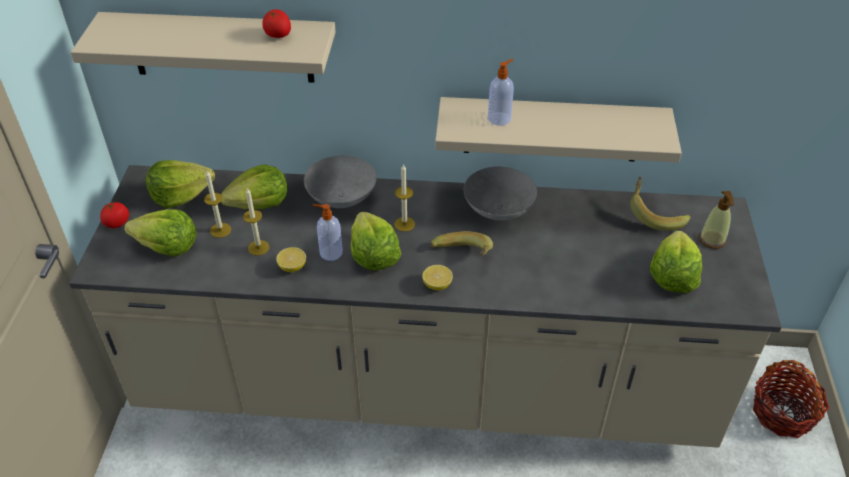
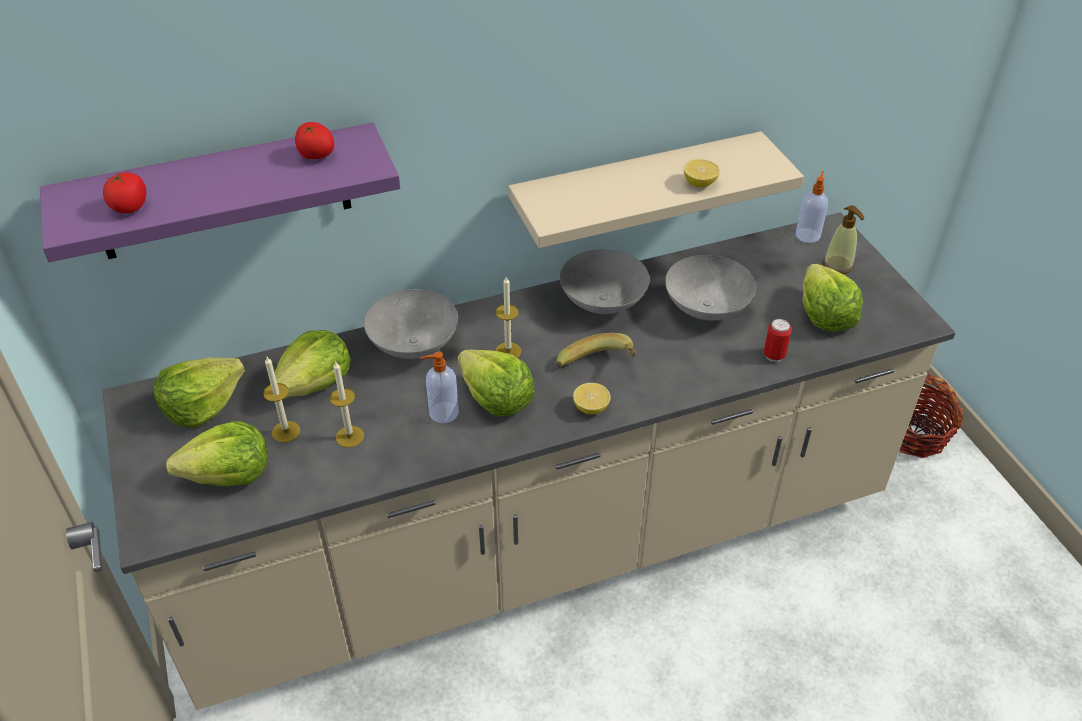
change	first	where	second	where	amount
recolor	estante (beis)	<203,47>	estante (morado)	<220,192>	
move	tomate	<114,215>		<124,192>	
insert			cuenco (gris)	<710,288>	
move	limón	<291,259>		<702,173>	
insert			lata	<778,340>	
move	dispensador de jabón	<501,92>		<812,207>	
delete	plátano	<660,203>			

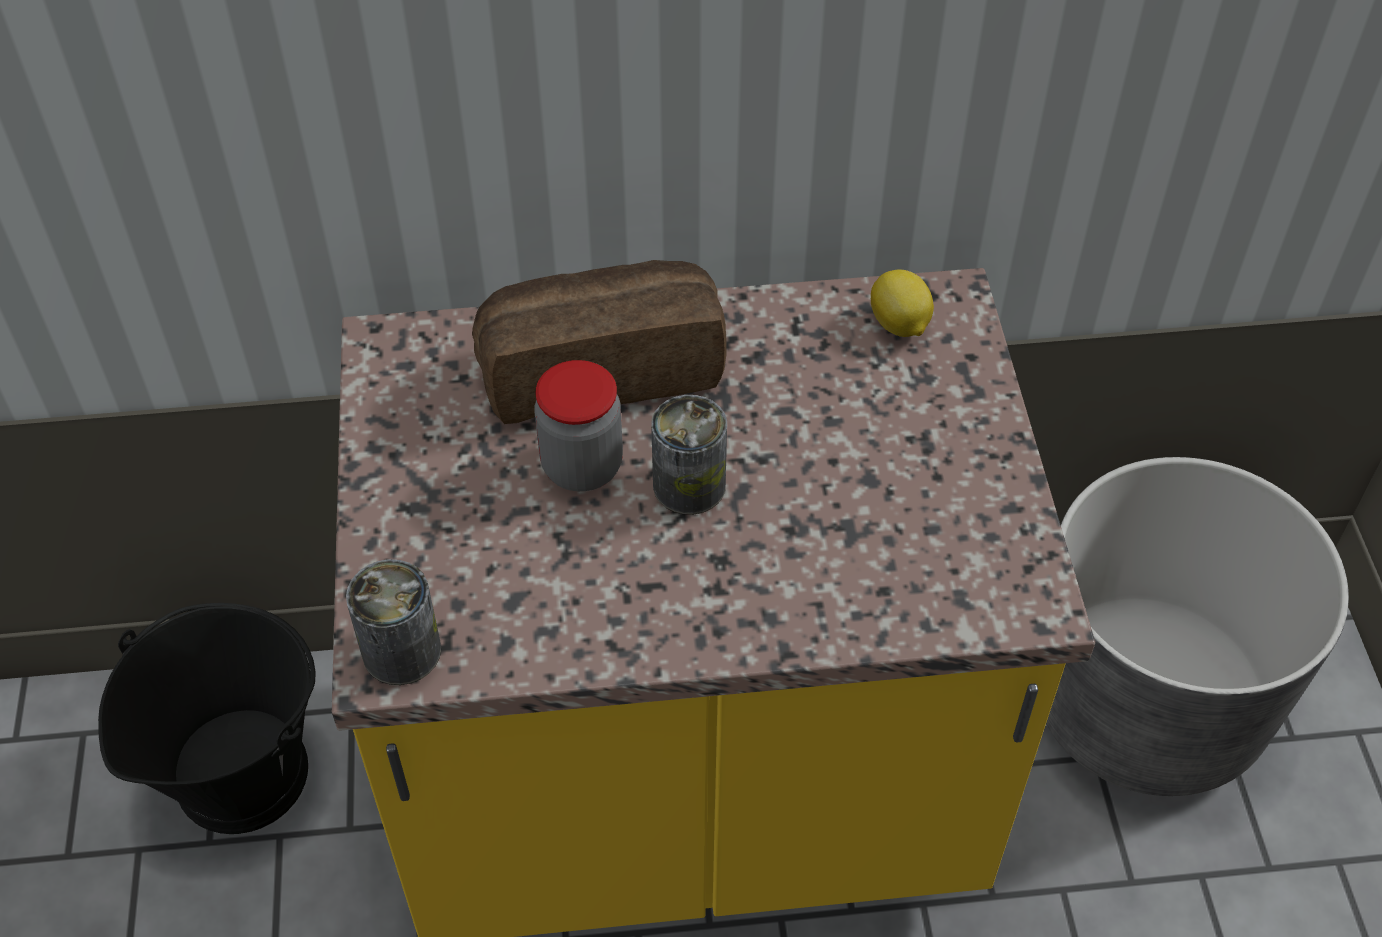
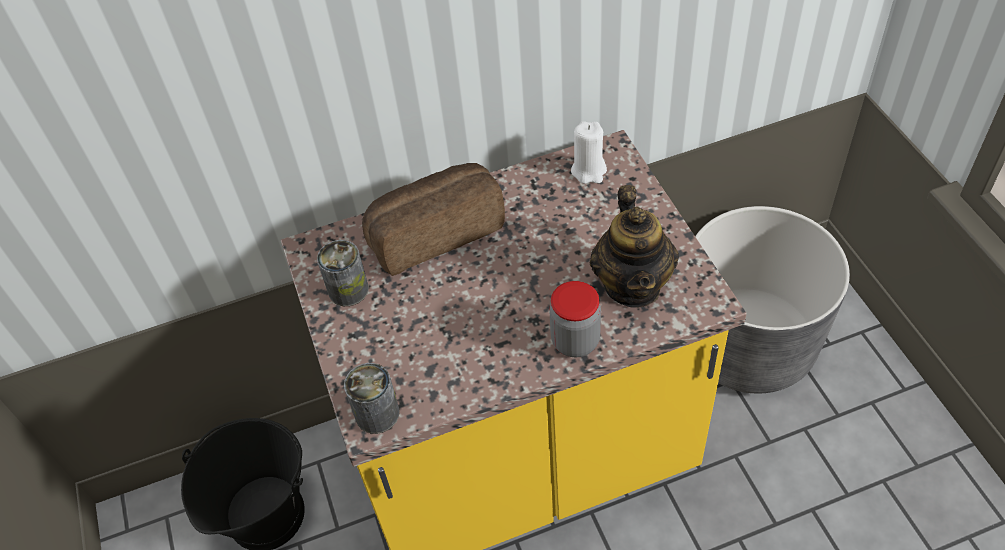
change	first	where	second	where	amount
move	lata	<689,455>		<343,273>	
move	tarro	<578,425>		<575,319>	
replace	limón	<902,303>	vela (blanco)	<589,152>	
insert			tetera	<634,246>	

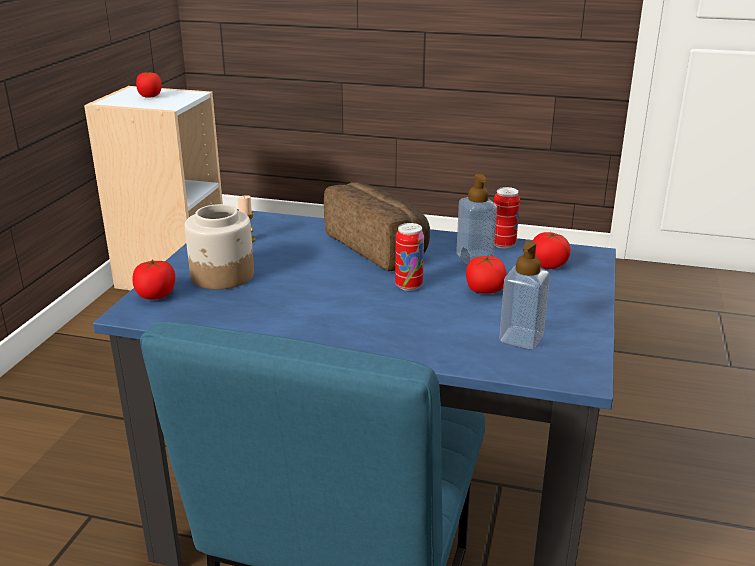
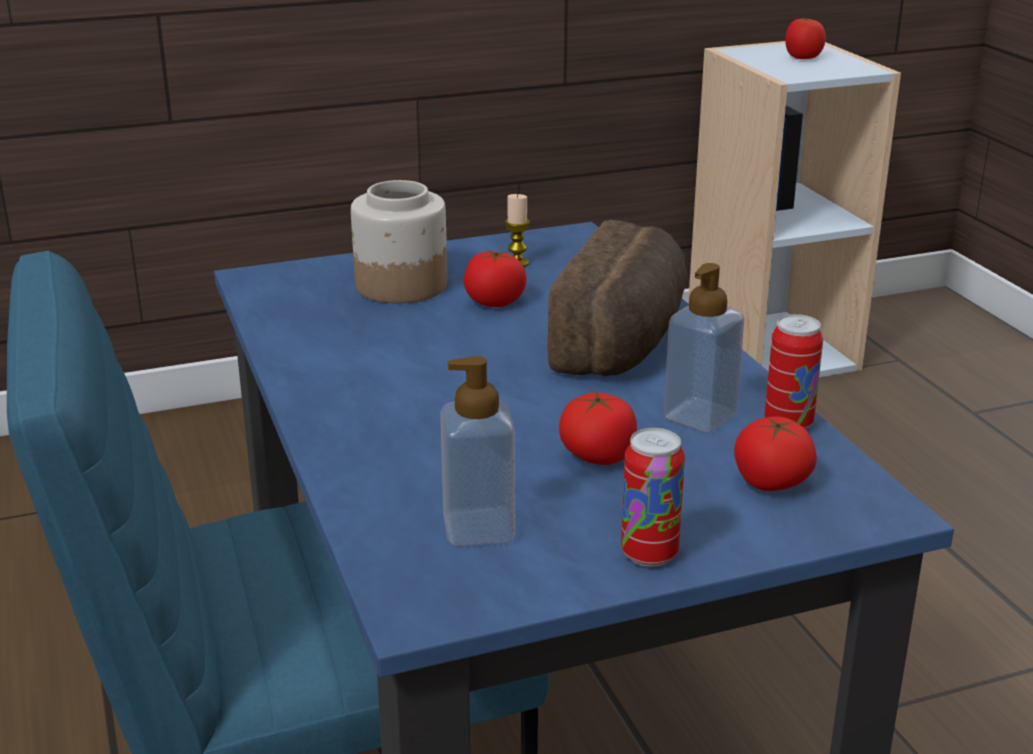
change	first	where	second	where	amount
move	tomate	<153,279>		<495,279>	
move	lata	<409,257>		<653,497>	

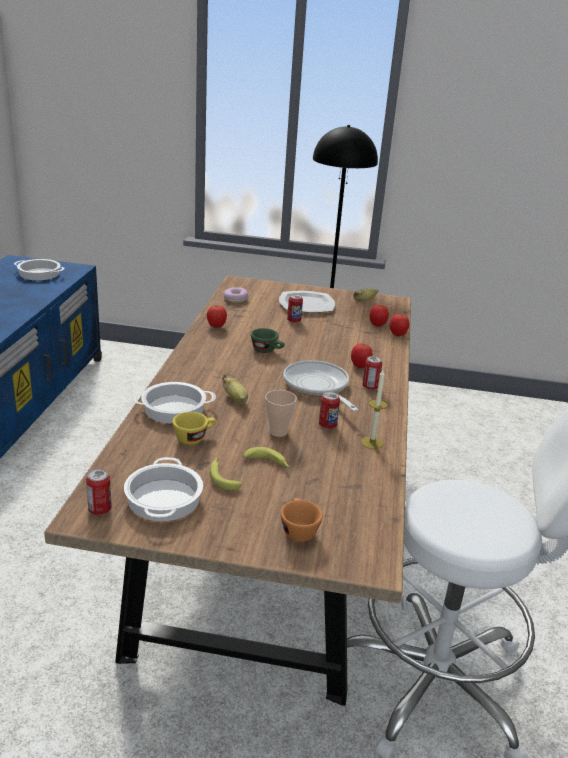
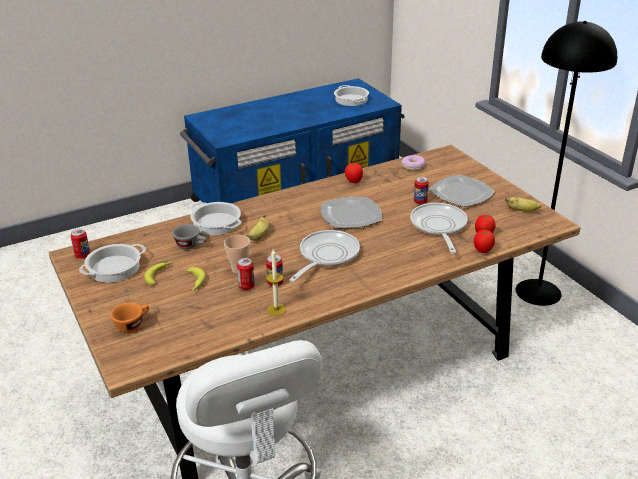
change	first	where	second	where	amount
recolor	taza (amarillo)	<194,428>	taza (gris)	<189,237>	
move	lata	<372,373>		<246,274>	
replace	taza (verde)	<268,340>	plato	<351,212>	
insert			sartén	<439,228>	
delete	tomate	<361,355>			

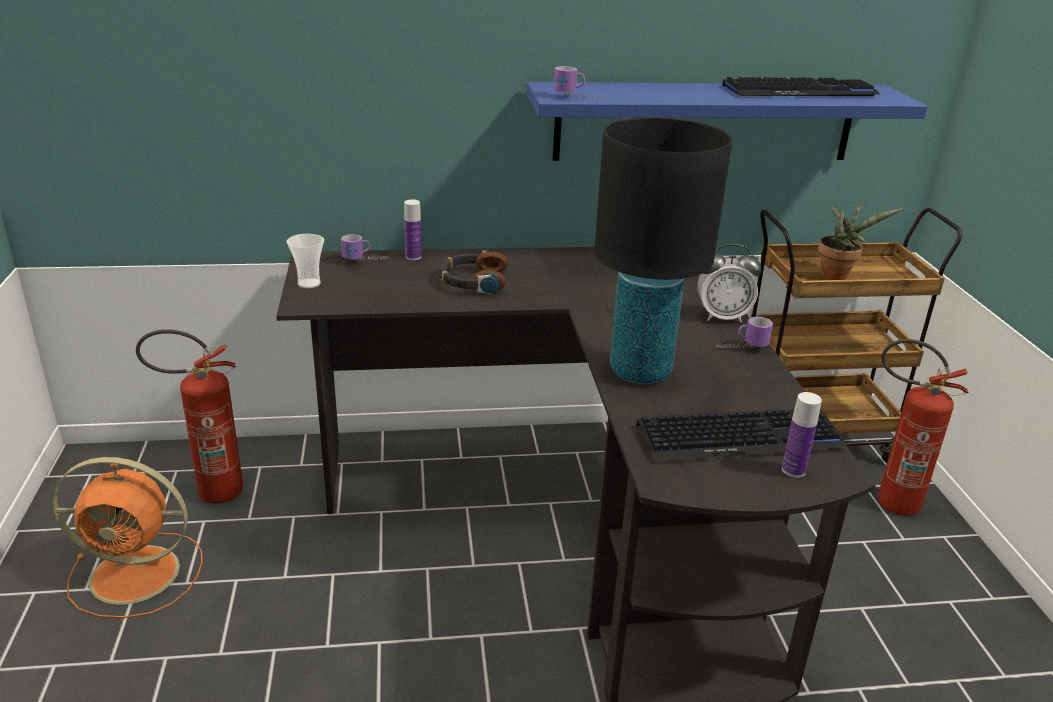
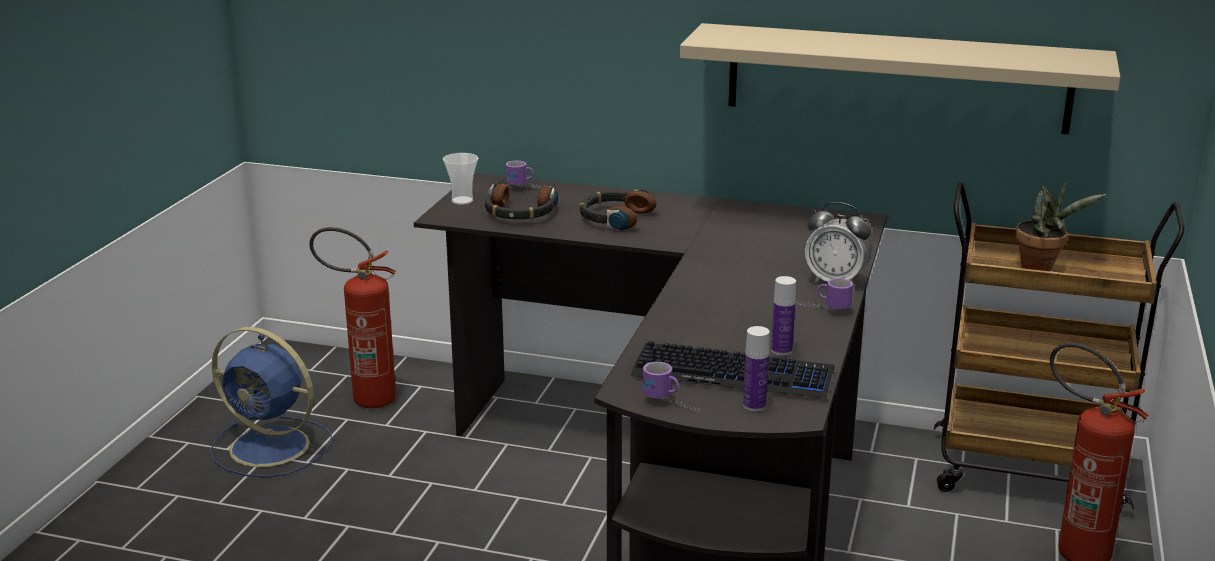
change	first	where	second	where	amount
recolor	ventilador (naranja)	<127,537>	ventilador (azul)	<271,402>	
insert			auriculares	<521,201>	
move	taza grande	<578,82>		<671,387>	
recolor	estante (azul)	<727,121>	estante (beis)	<900,78>	
move	botella	<413,230>		<783,315>	
delete	lámpara de mesa (negro)	<663,250>			
delete	teclado	<801,86>			

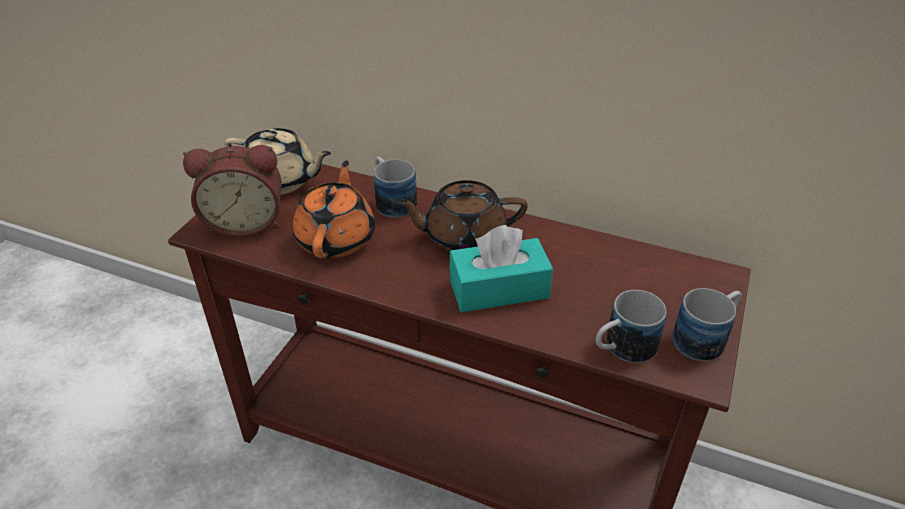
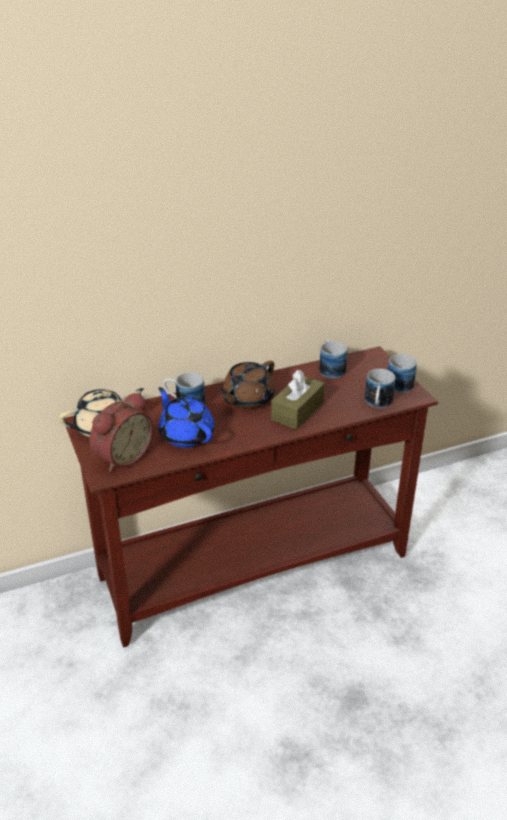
change	first	where	second	where	amount
recolor	tetera (naranja)	<334,209>	tetera (azul)	<186,417>	
recolor	caja de pañuelos (turquesa)	<501,268>	caja de pañuelos (marrón)	<298,400>	
insert			taza grande	<333,358>	

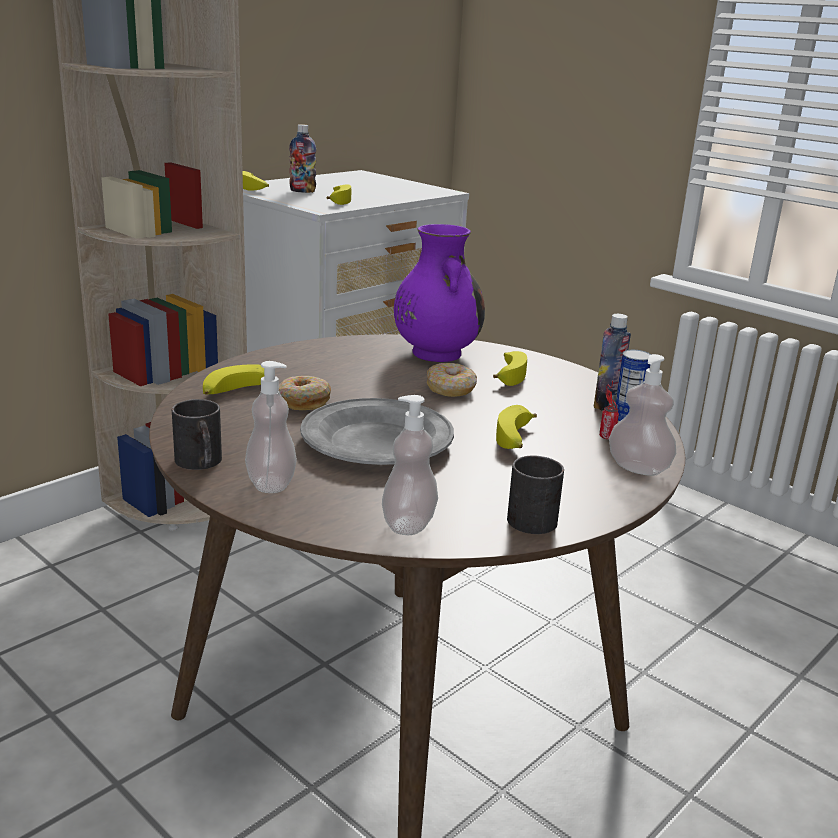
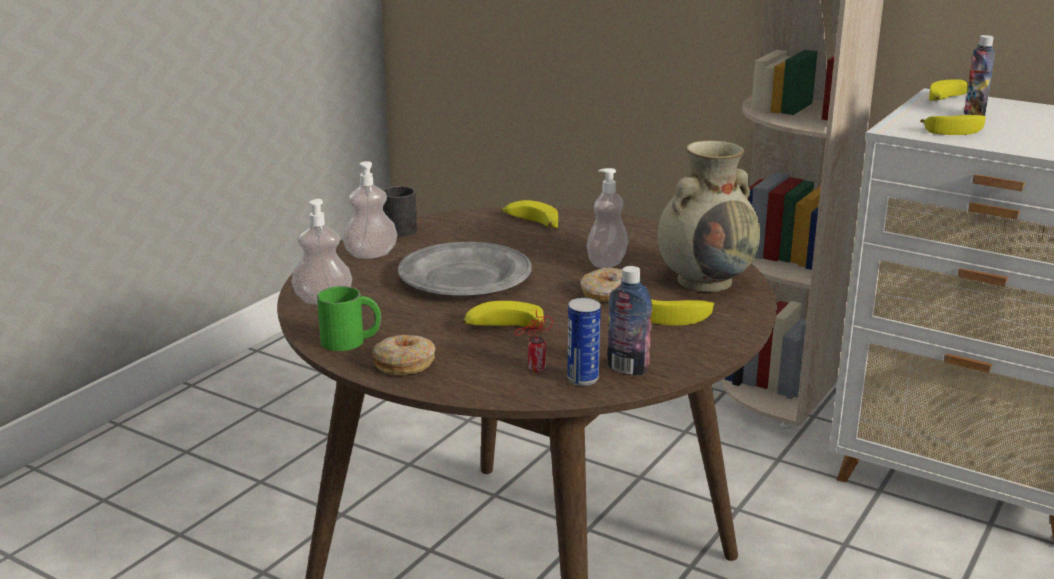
change	first	where	second	where	amount
recolor	taza grande (negro)	<535,495>	taza grande (verde)	<349,318>	
move	rosquilla	<305,393>		<404,355>	
move	dispensador de jabón	<642,415>		<607,218>	
recolor	florero (morado)	<439,293>	florero (beis)	<708,216>	

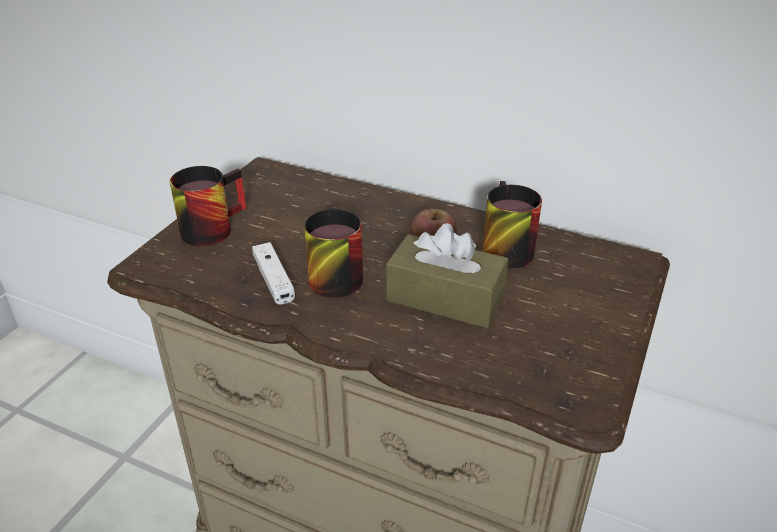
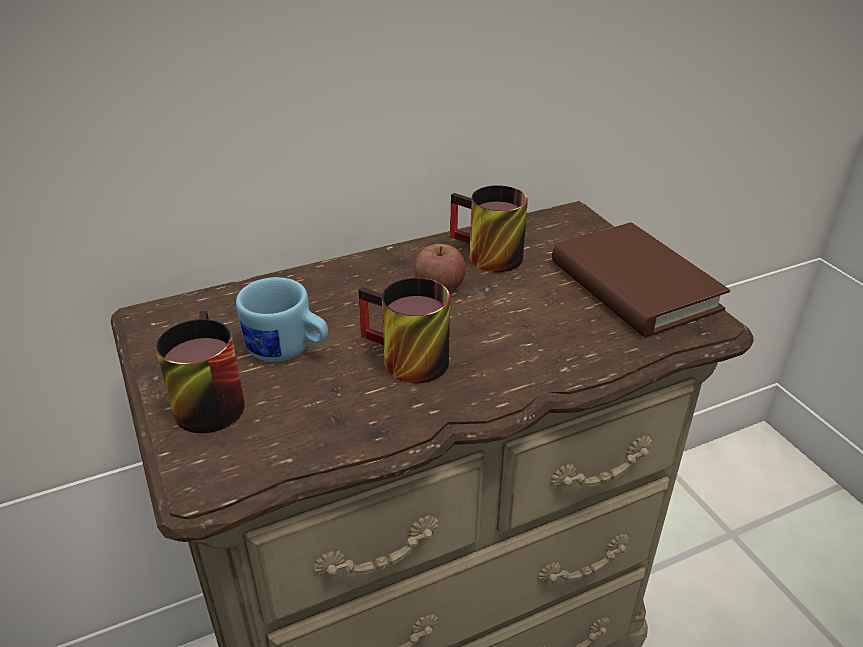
change	first	where	second	where	amount
insert			taza grande (azul)	<282,319>	
insert			libro (marrón)	<641,279>	
delete	mando de consola (blanco)	<273,273>			
delete	caja de pañuelos (marrón)	<447,275>			

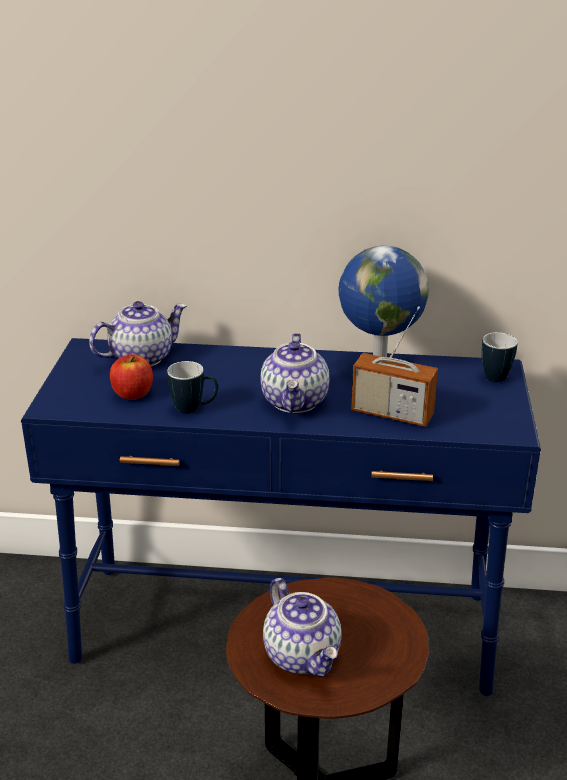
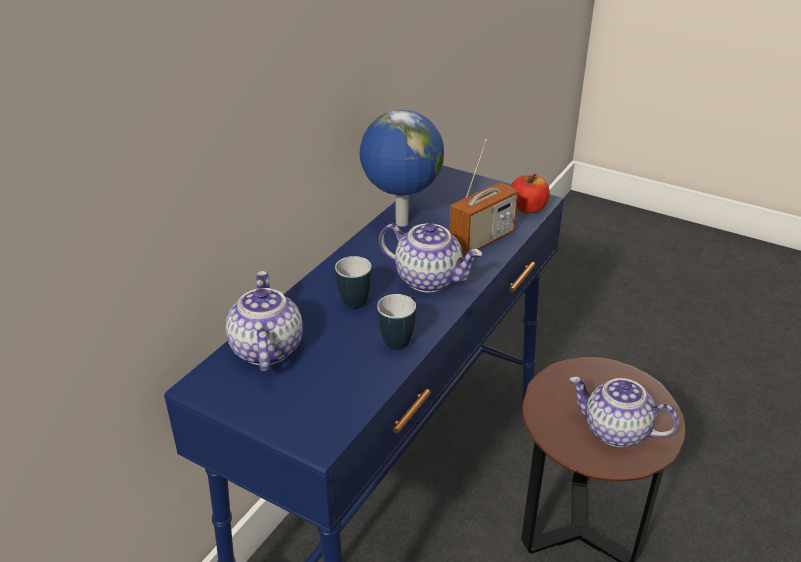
change	first	where	second	where	amount
move	taza grande	<500,357>		<353,282>	
move	manzana	<131,377>		<530,193>	
rotate	tetera	<302,627>		<624,411>	150 degrees counterclockwise

